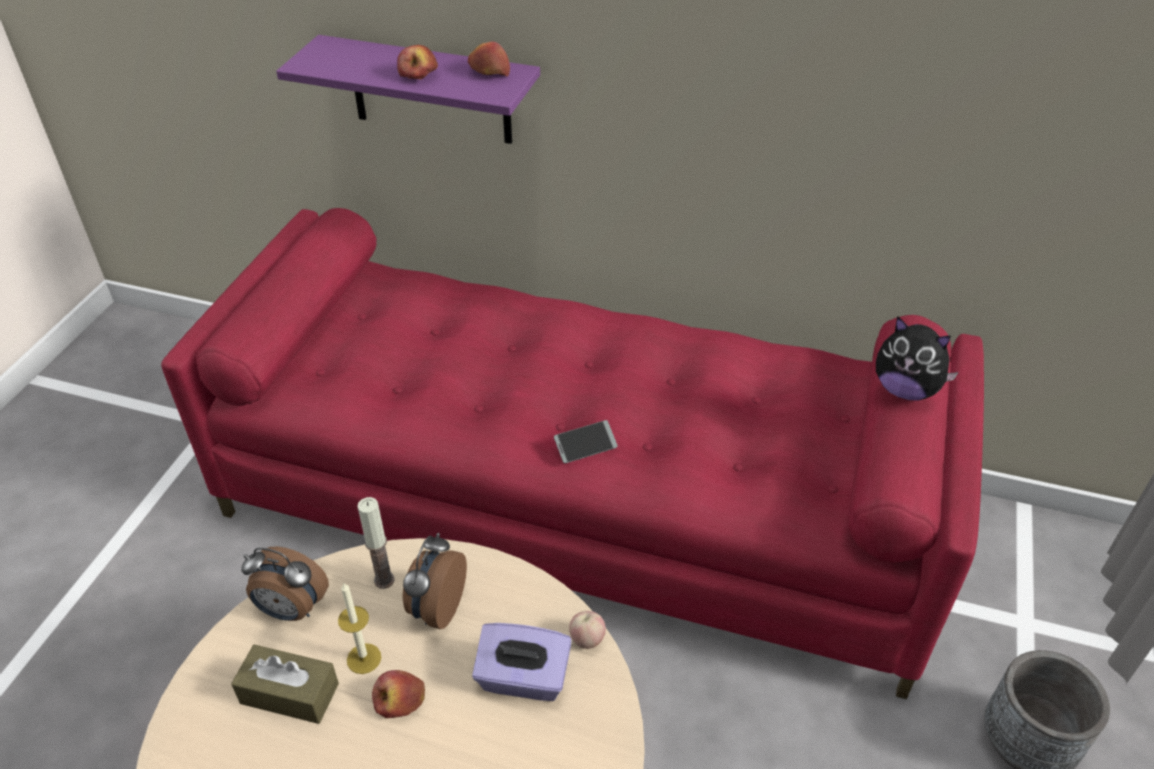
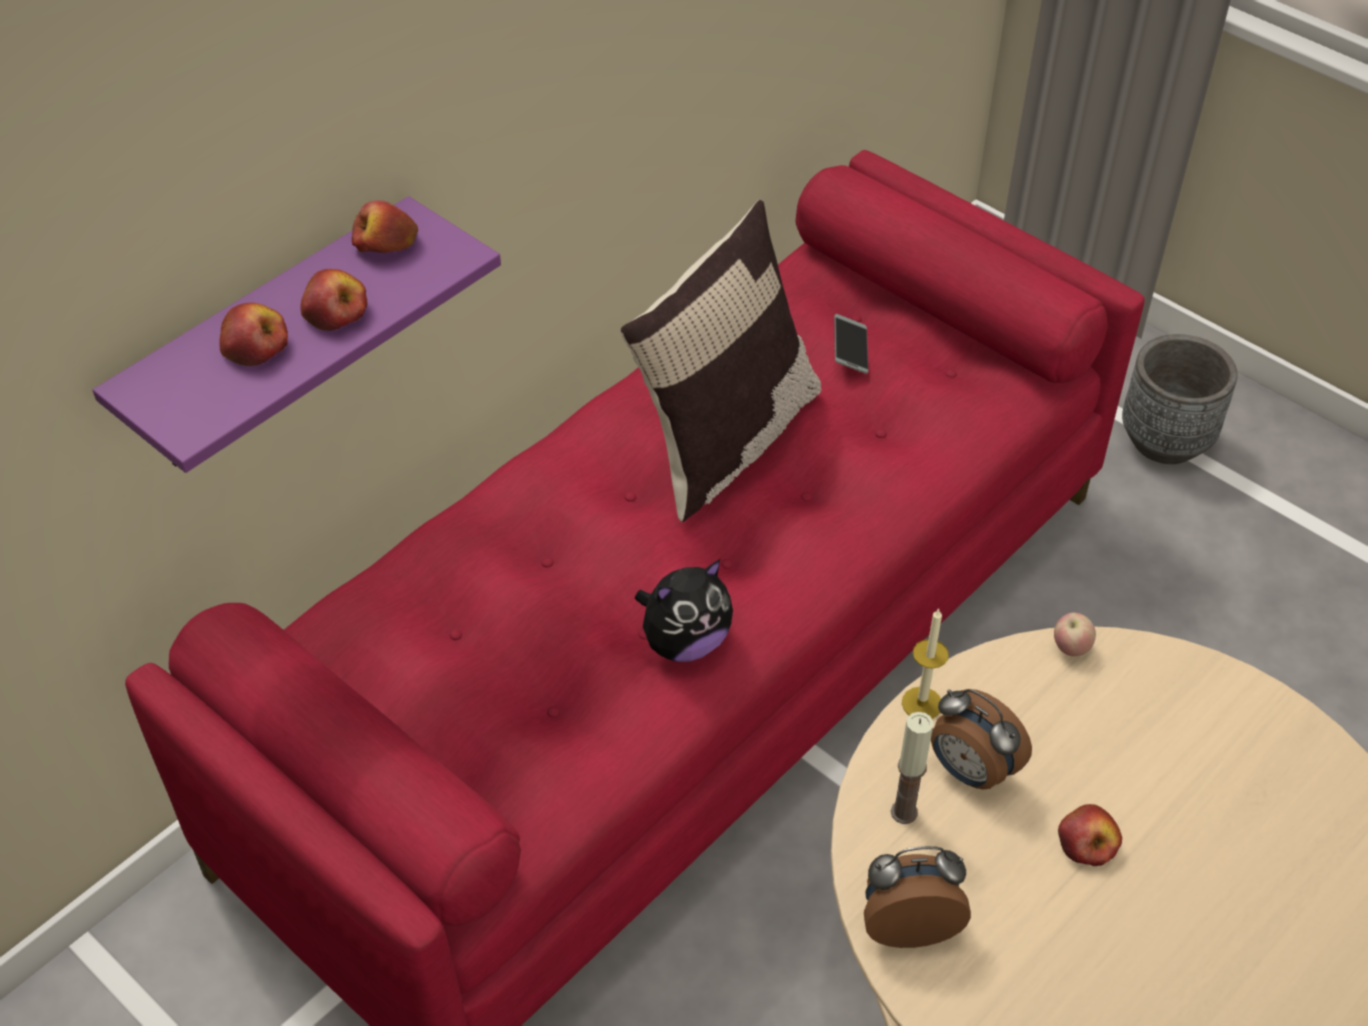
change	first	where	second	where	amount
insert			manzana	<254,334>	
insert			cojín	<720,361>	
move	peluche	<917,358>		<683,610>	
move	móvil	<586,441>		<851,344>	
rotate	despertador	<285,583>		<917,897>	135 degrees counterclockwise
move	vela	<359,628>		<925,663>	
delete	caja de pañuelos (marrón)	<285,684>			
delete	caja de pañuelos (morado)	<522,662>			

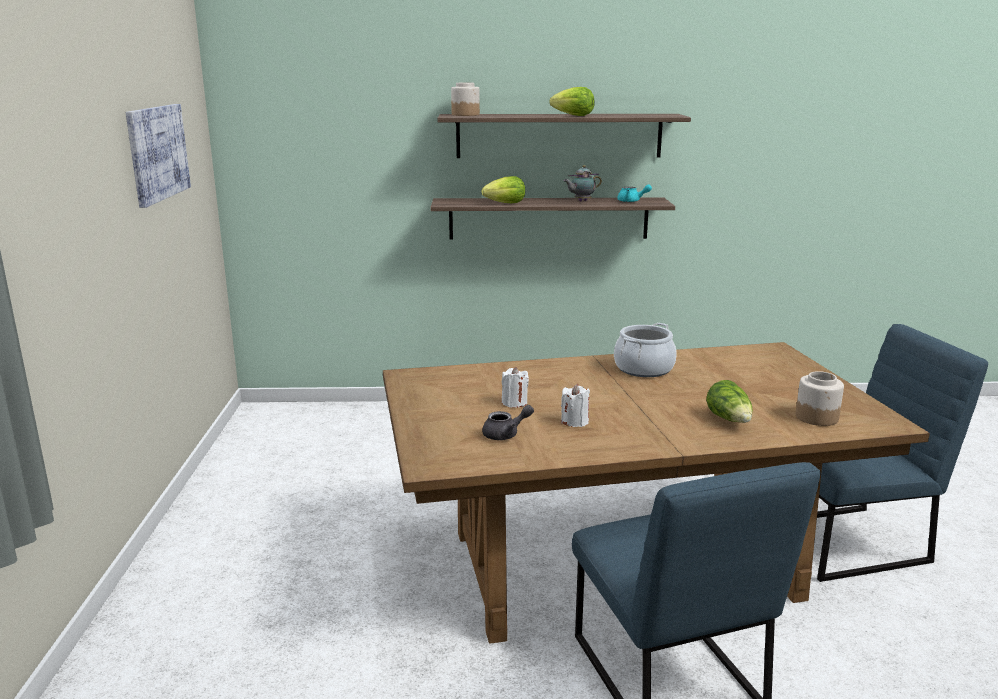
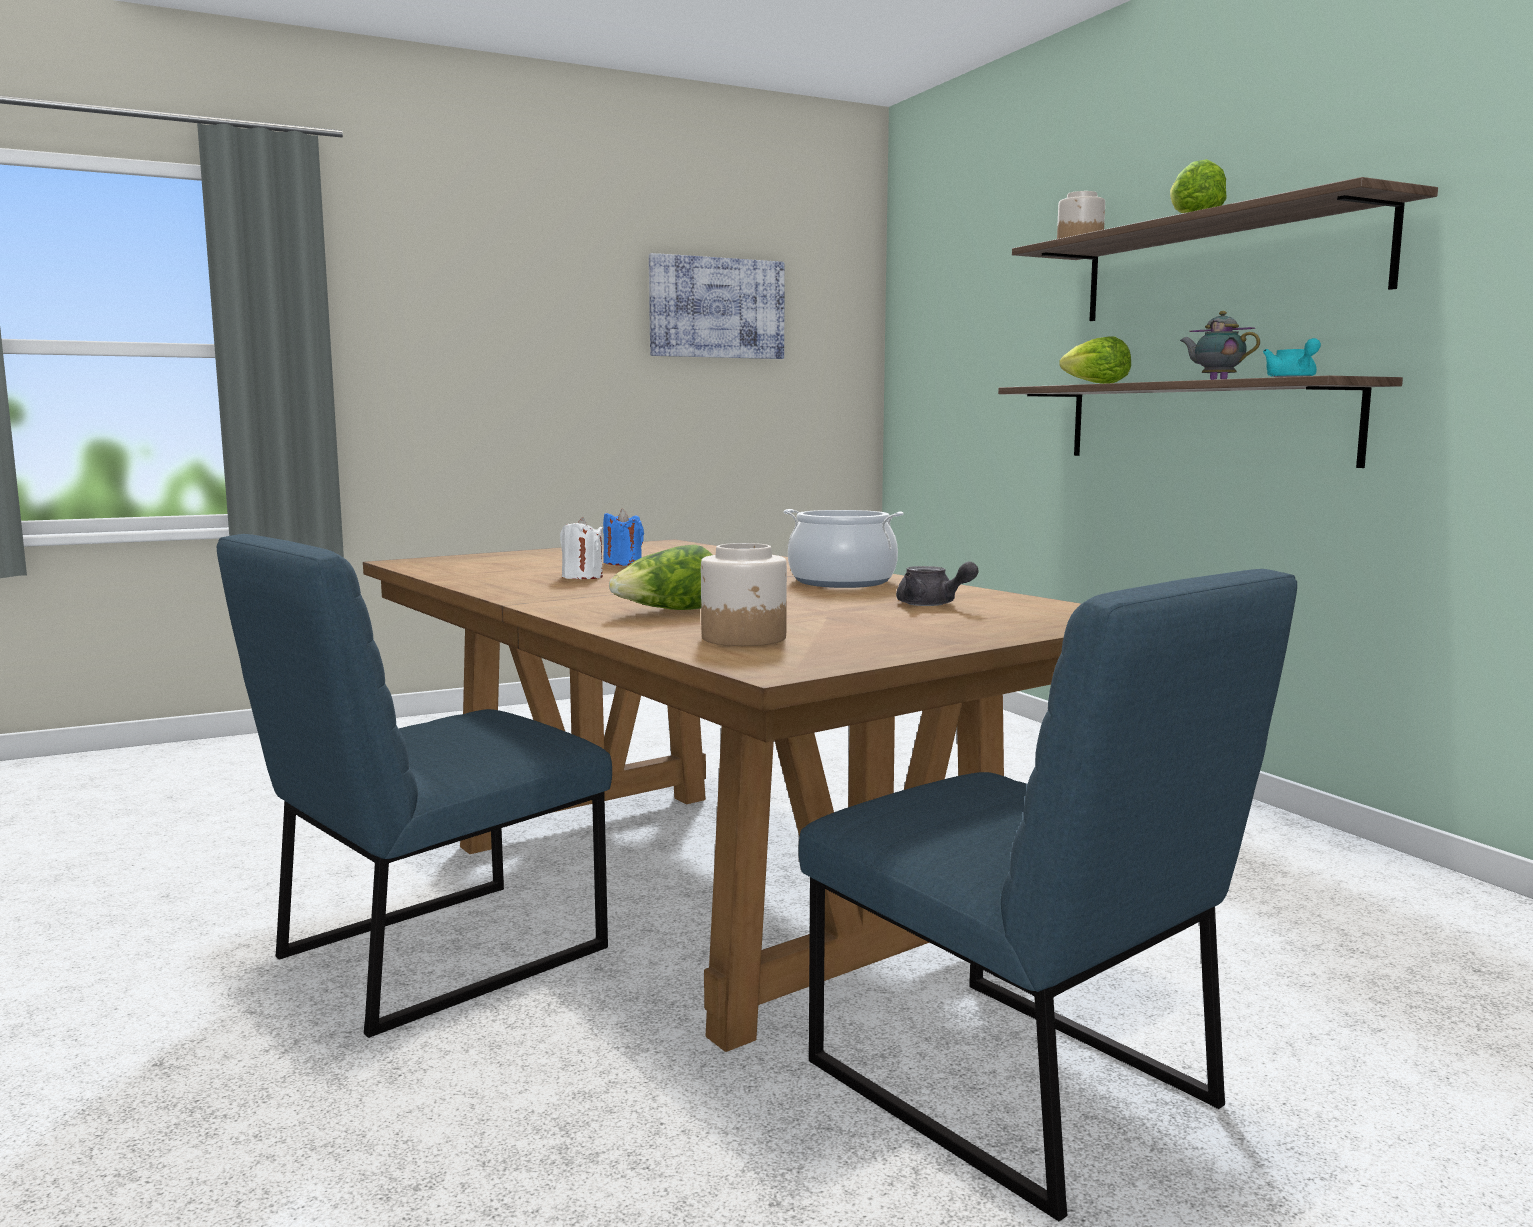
change	first	where	second	where	amount
recolor	vela (blanco)	<515,387>	vela (azul)	<623,537>	
move	tetera (gris)	<508,422>		<937,584>	

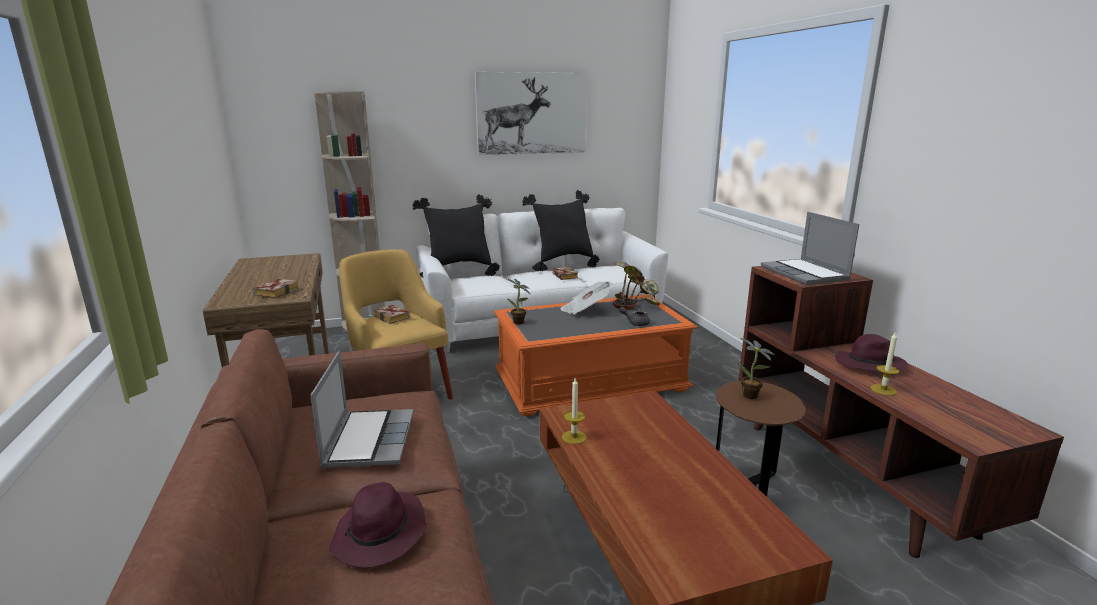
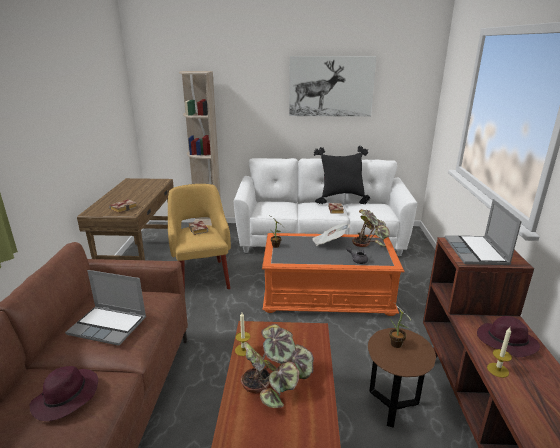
change	first	where	second	where	amount
rotate	portátil	<362,409>		<105,308>	90 degrees clockwise
insert			planta en maceta	<277,366>	
delete	cojín (negro)	<456,236>			

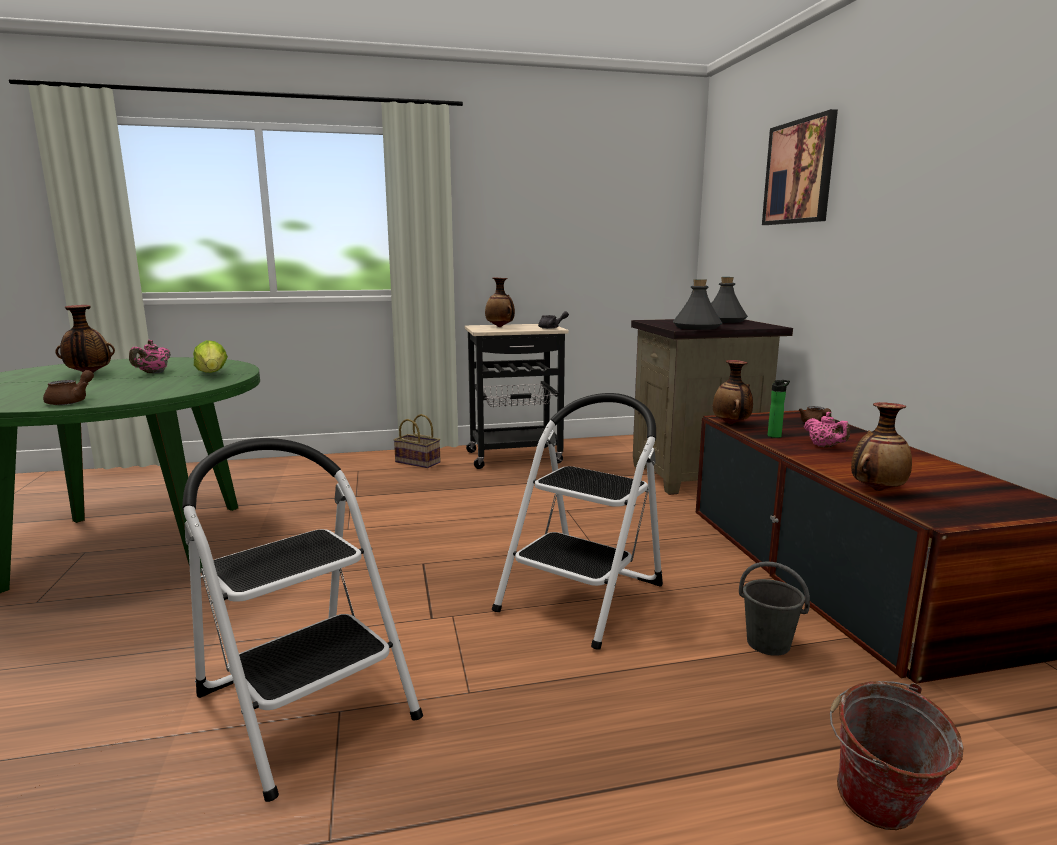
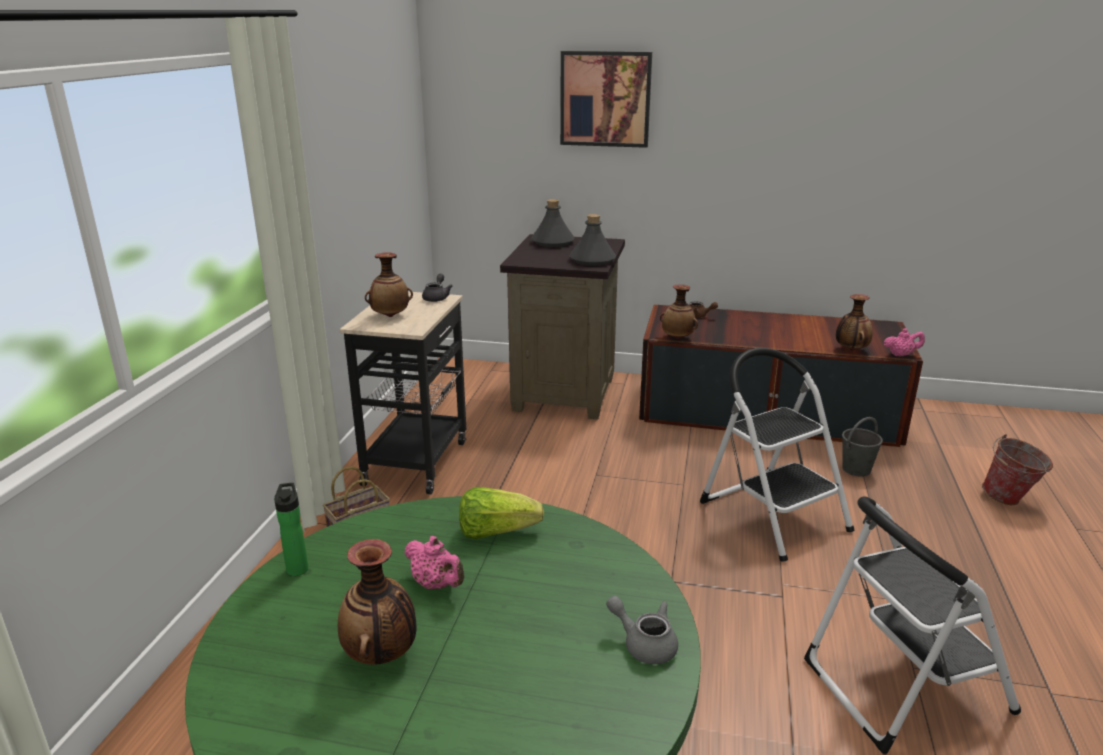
change	first	where	second	where	amount
move	botella	<779,409>		<291,529>	
recolor	tetera (marrón)	<68,387>	tetera (gris)	<642,630>	
move	tetera (rosa)	<827,429>		<904,342>	

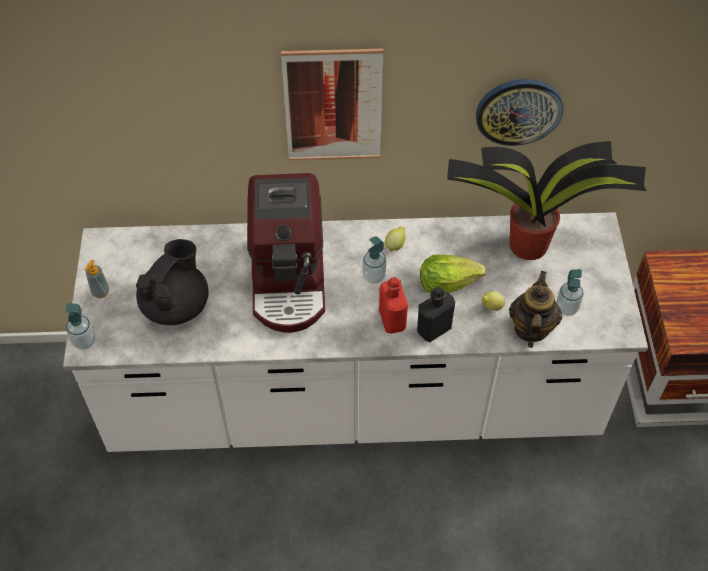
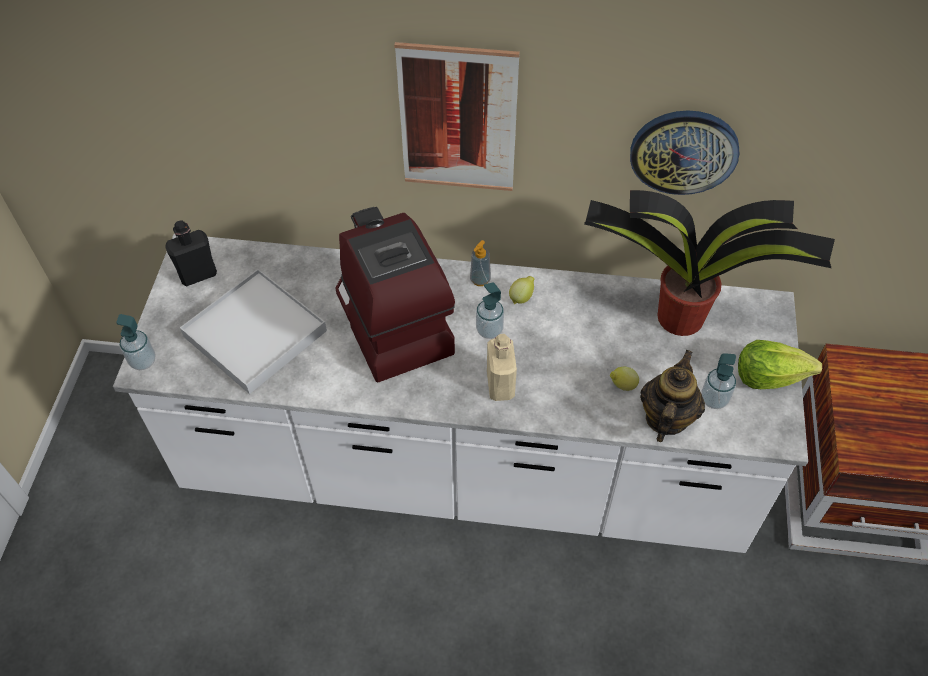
change	first	where	second	where	amount
move	botella (negro)	<436,314>		<191,253>	
replace	tetera (negro)	<172,282>	bandeja (blanco)	<253,331>	
rotate	cafetera	<286,253>		<395,294>	150 degrees clockwise
move	dispensador de jabón	<97,279>		<480,263>	
recolor	botella (rojo)	<393,305>	botella (beis)	<502,367>	
move	lechuga	<453,274>		<780,364>	

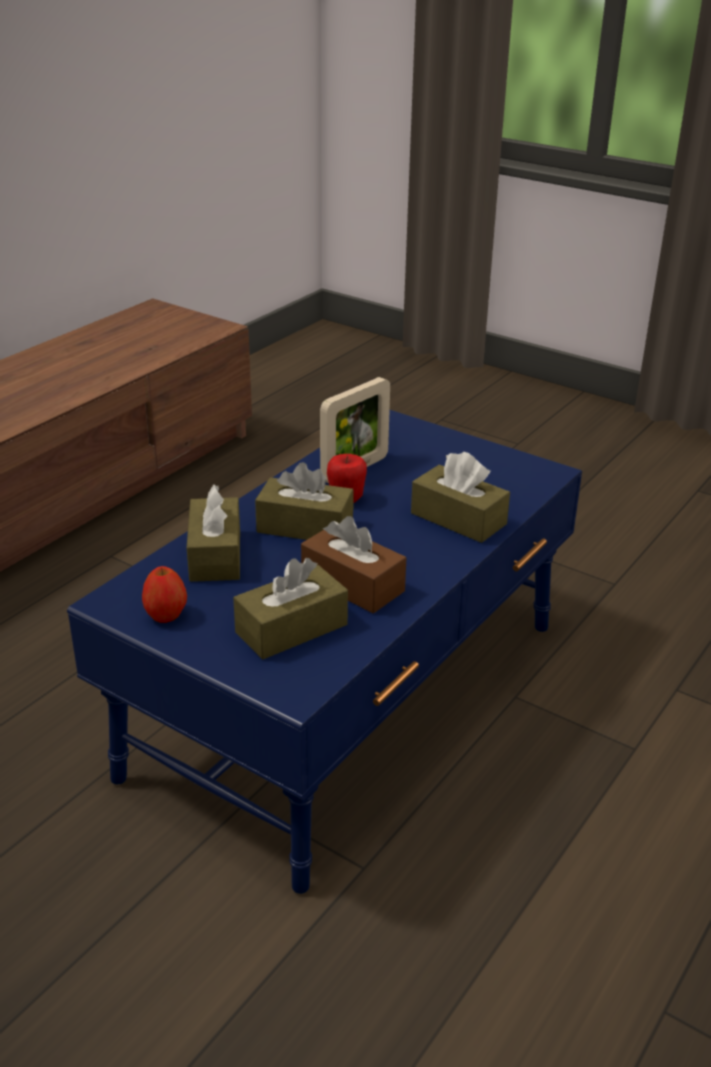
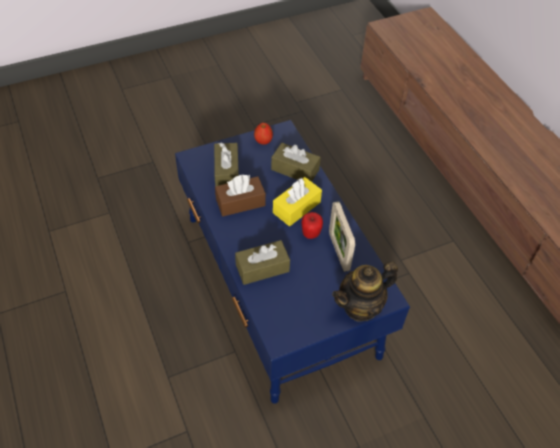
change	first	where	second	where	amount
recolor	caja de pañuelos (marrón)	<304,501>	caja de pañuelos (amarillo)	<297,201>	
insert			tetera	<365,291>	

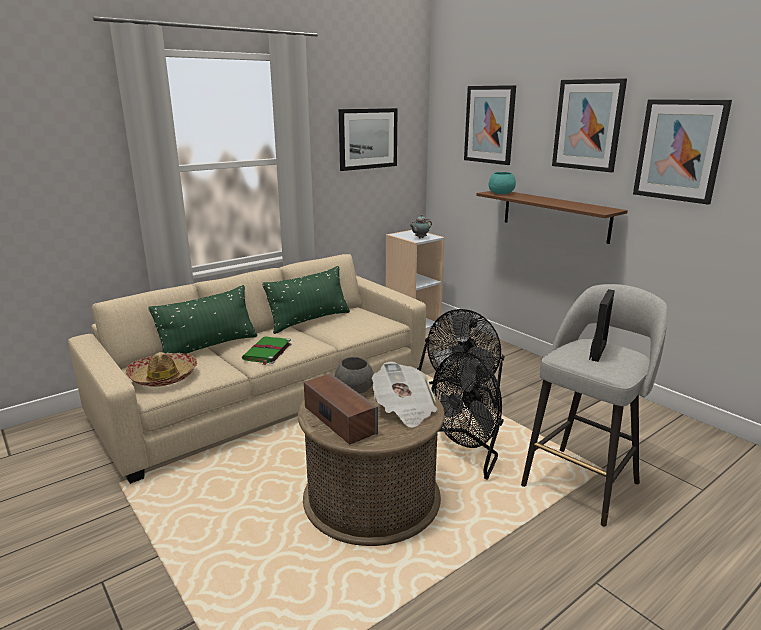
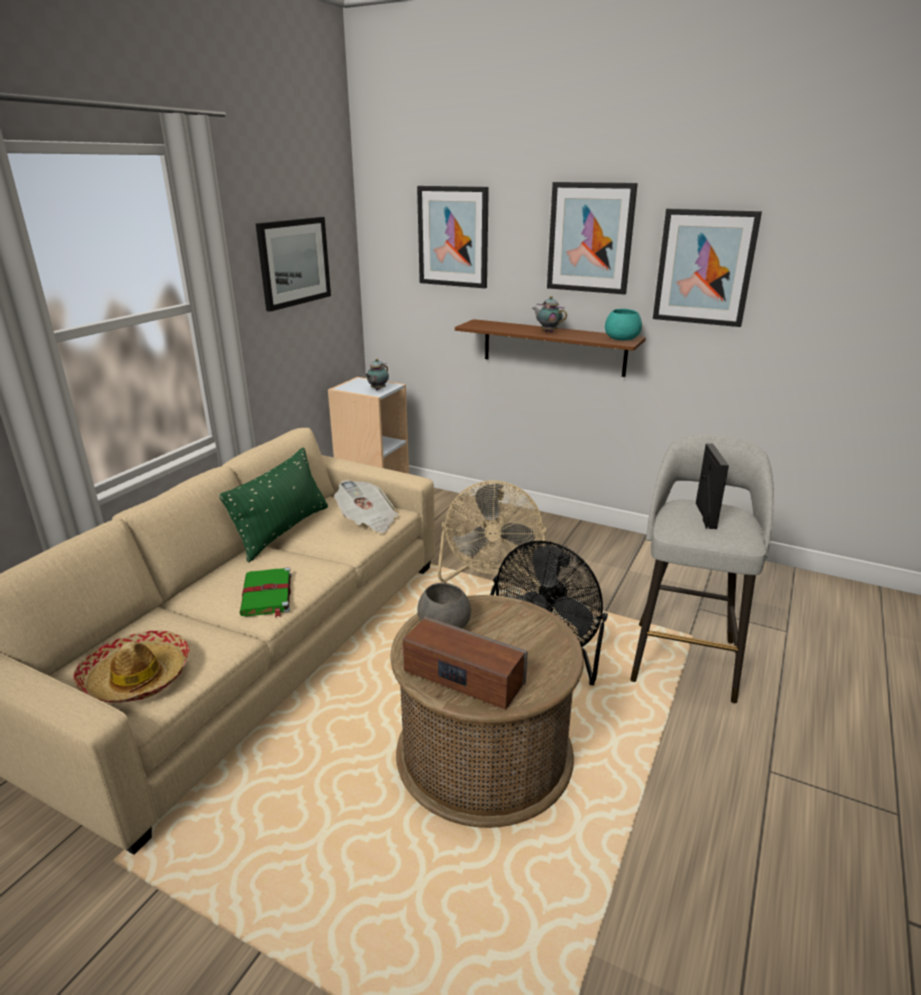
change	first	where	second	where	amount
move	periódico	<405,395>		<366,506>	
recolor	ventilador (negro)	<461,358>	ventilador (beis)	<491,534>	
insert			tetera	<550,314>	
move	cuenco (turquesa)	<502,183>		<623,324>	
delete	cojín (verde)	<203,319>			

